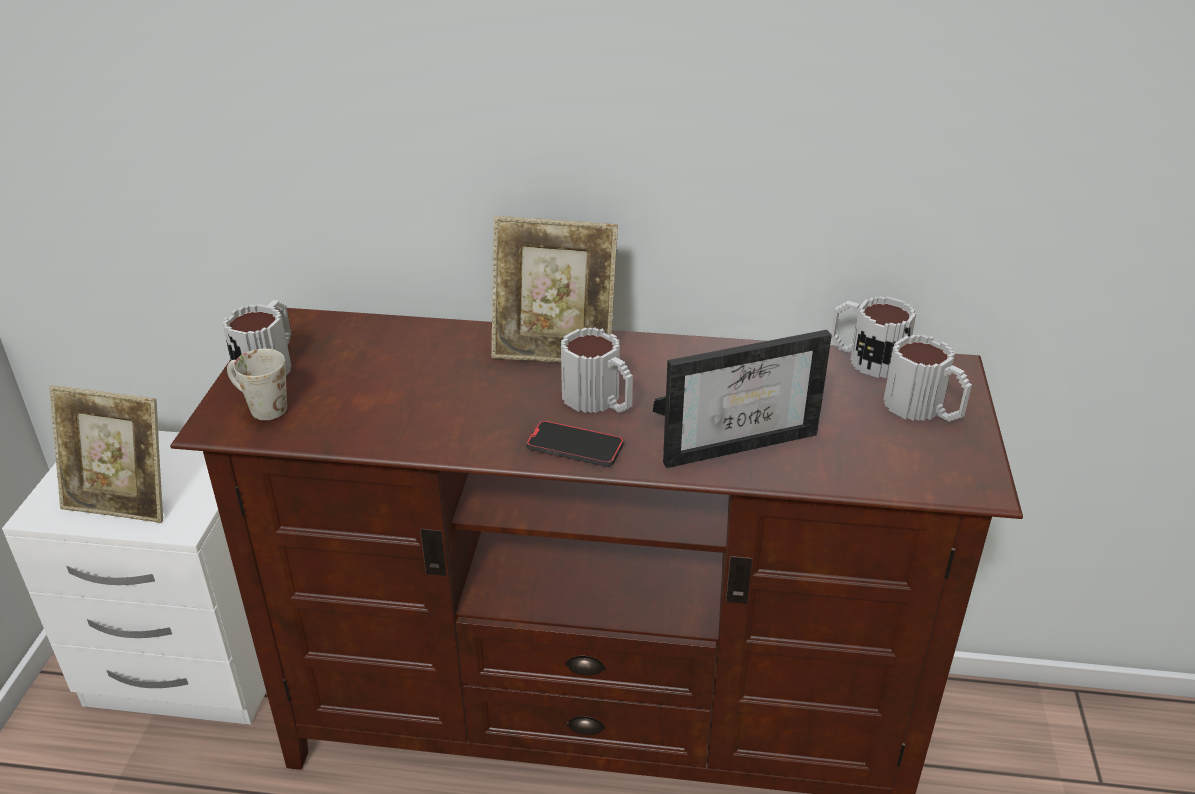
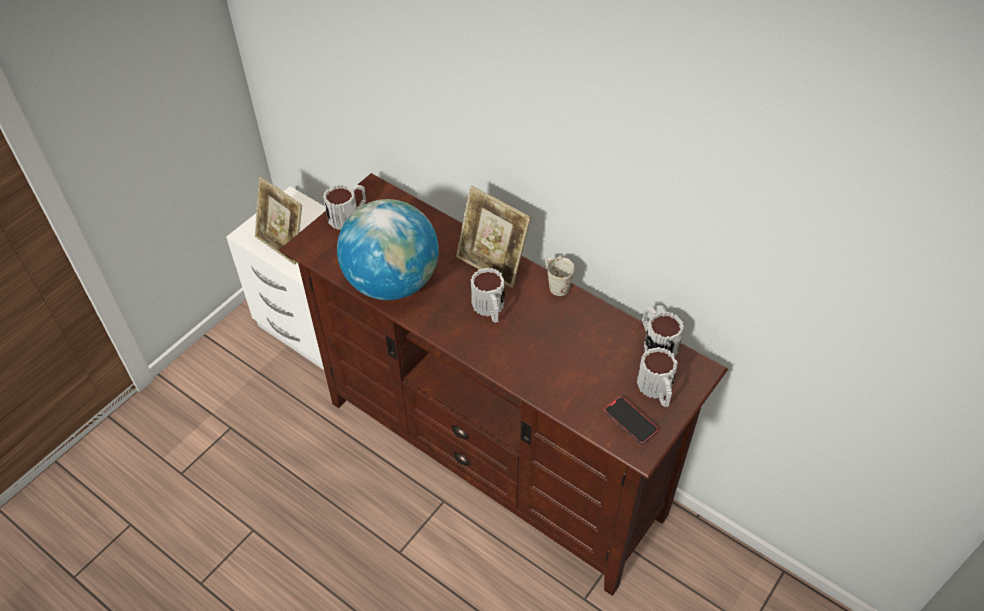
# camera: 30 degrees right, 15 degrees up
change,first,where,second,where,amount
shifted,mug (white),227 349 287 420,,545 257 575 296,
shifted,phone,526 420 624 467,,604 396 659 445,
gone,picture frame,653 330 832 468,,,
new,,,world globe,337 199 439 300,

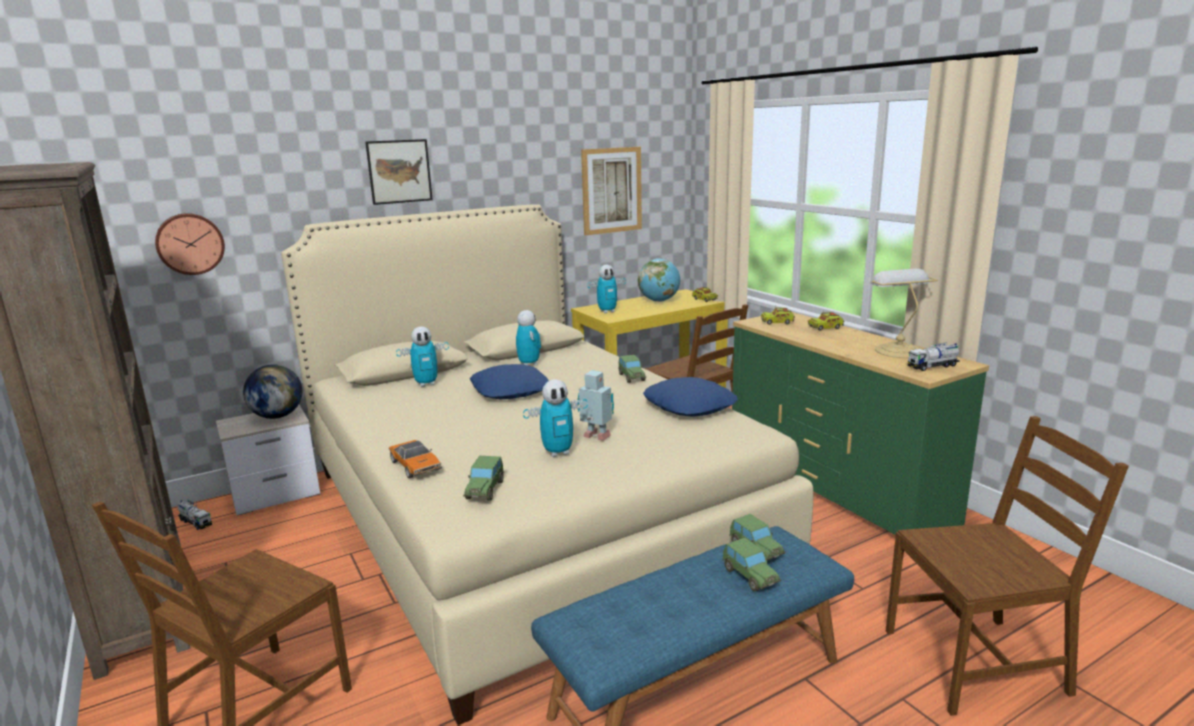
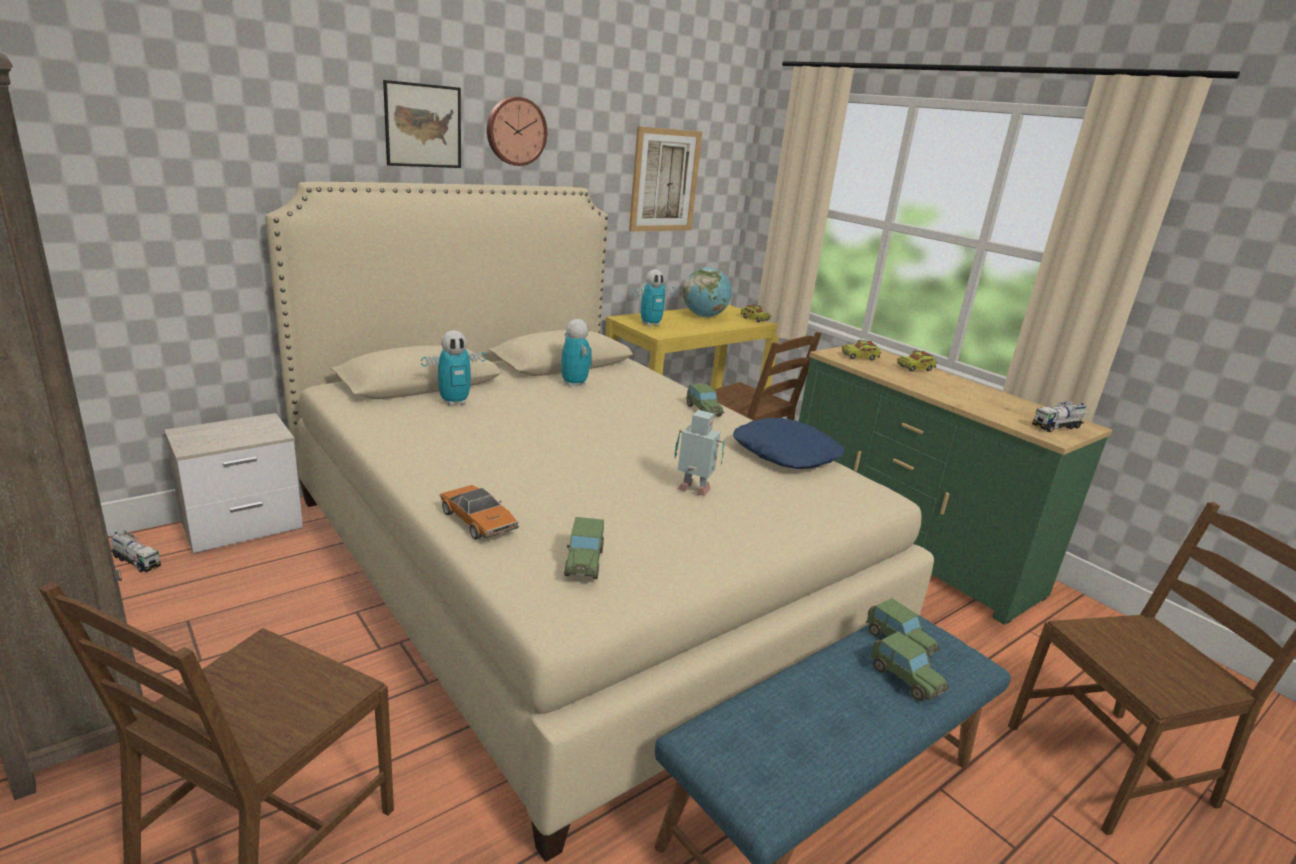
# camera: 10 degrees left, 5 degrees up
change,first,where,second,where,amount
shifted,hanging clock,155 213 225 275,,487 97 547 166,
gone,world globe,243 365 302 419,,,
gone,cushion (blue),470 364 549 399,,,
gone,robot figure,523 379 588 457,,,
gone,table lamp,869 269 938 358,,,

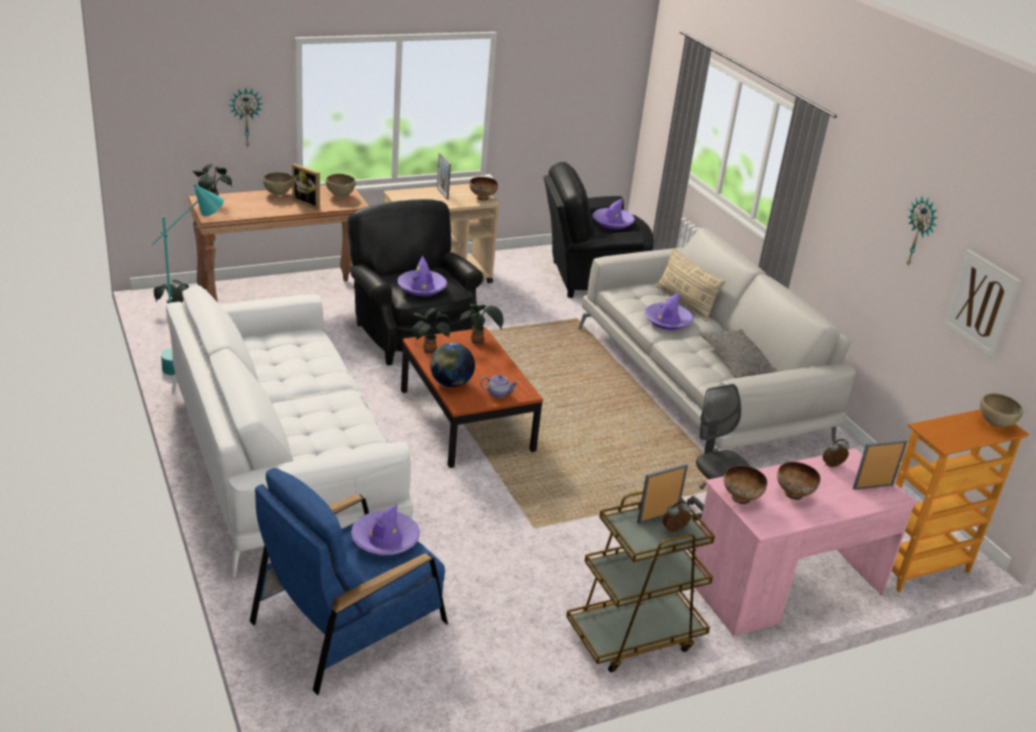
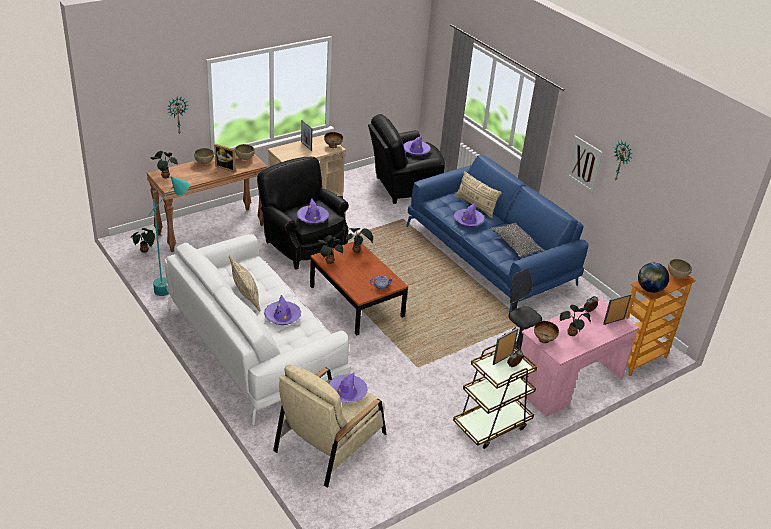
# camera: 10 degrees left, 5 degrees up
change,first,where,second,where,amount
repainted,armchair (blue),250 468 448 695,armchair (beige),273 364 386 488,
shifted,world globe,430 343 475 387,,638 263 669 293,
repainted,couch (white),578 228 856 452,couch (blue),406 155 589 313,
swapped,serving bowl,777 462 821 500,houseplant,560 305 591 336,
shifted,wall art,943 250 1021 358,,566 135 603 193,
new,,,cushion (beige),229 255 261 312,
new,,,wearable hat (purple-coloured),264 295 301 325,

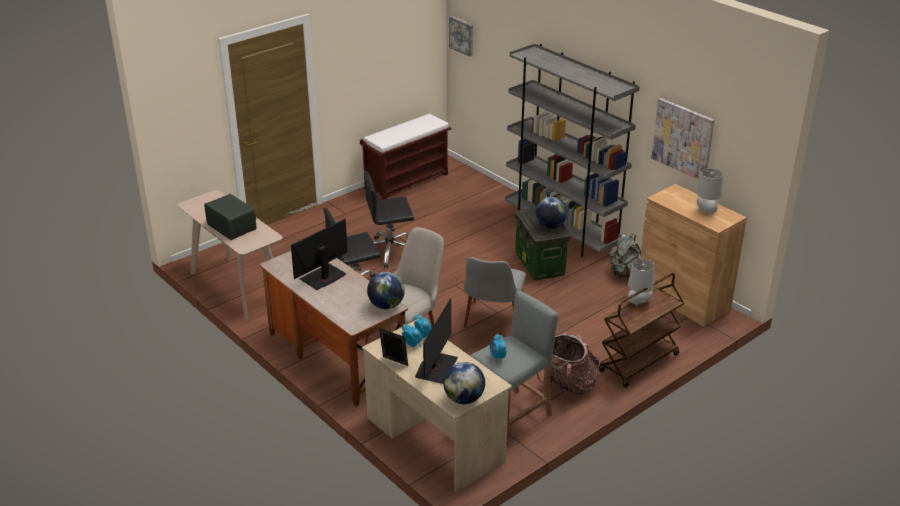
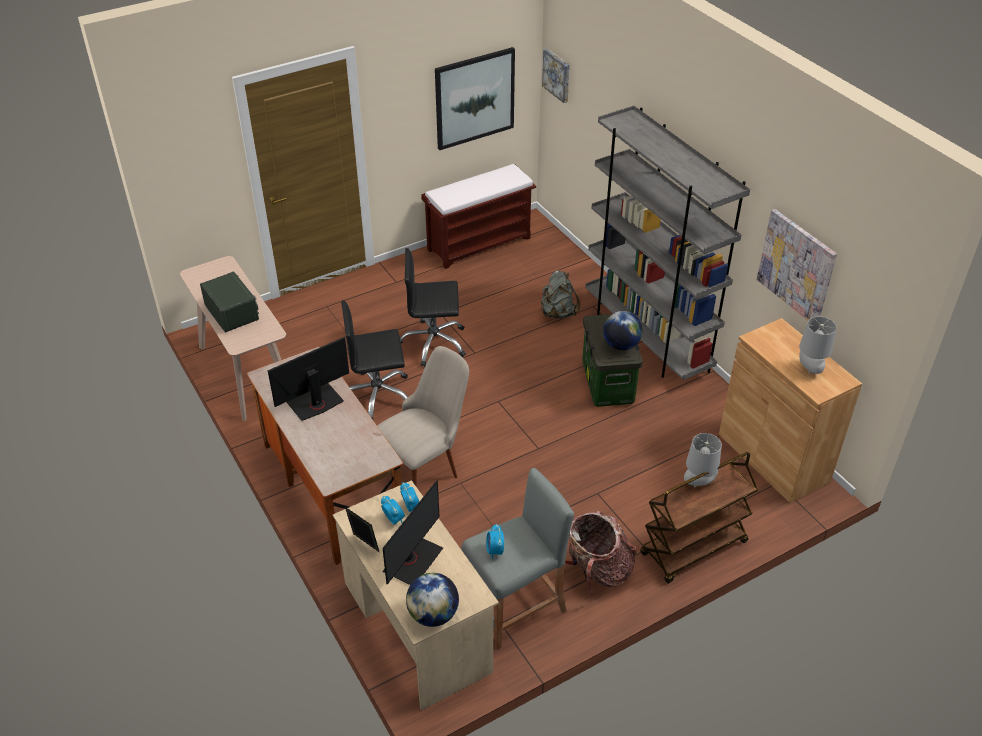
# camera: 10 degrees right, 10 degrees up
change,first,where,second,where,amount
gone,world globe,367 272 405 309,,,
gone,chair (gray),464 257 526 328,,,
shifted,rucksack (gray),609 234 641 278,,541 270 580 319,
new,,,wall art,435 47 515 150,

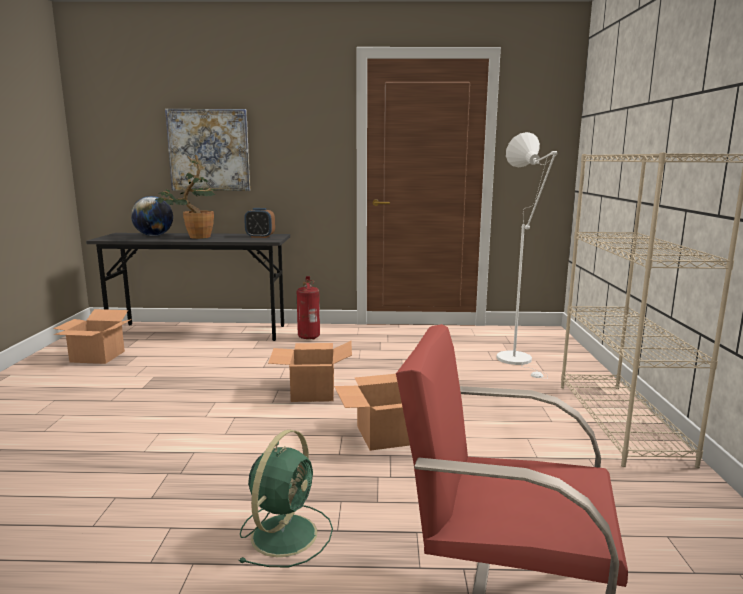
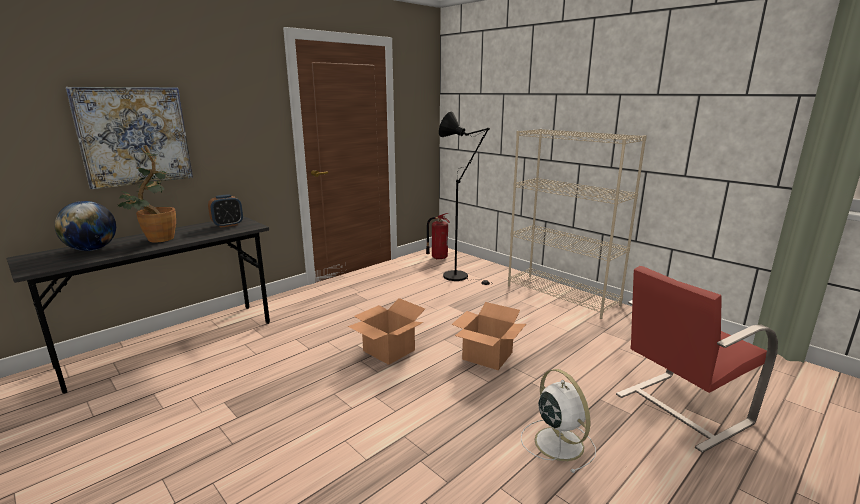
# camera: 45 degrees left, 5 degrees up
change,first,where,second,where,amount
gone,carton,53 309 132 364,,,
repainted,fan (green),238 430 333 567,fan (white),521 369 596 473,
shifted,fire-fighting cylinder,297 276 320 340,,426 213 450 260,
repainted,standing lamp (white),496 132 558 379,standing lamp (black-coloured),439 112 493 285,

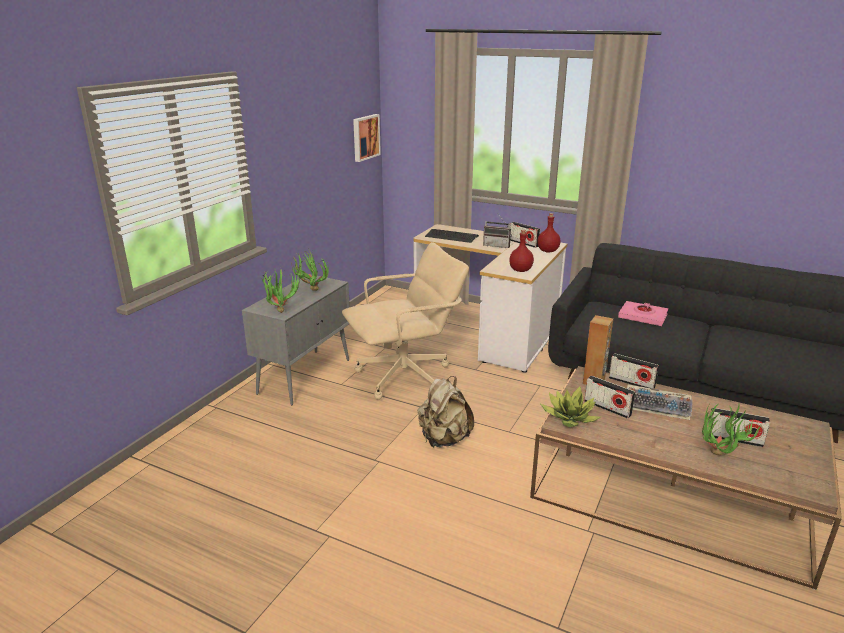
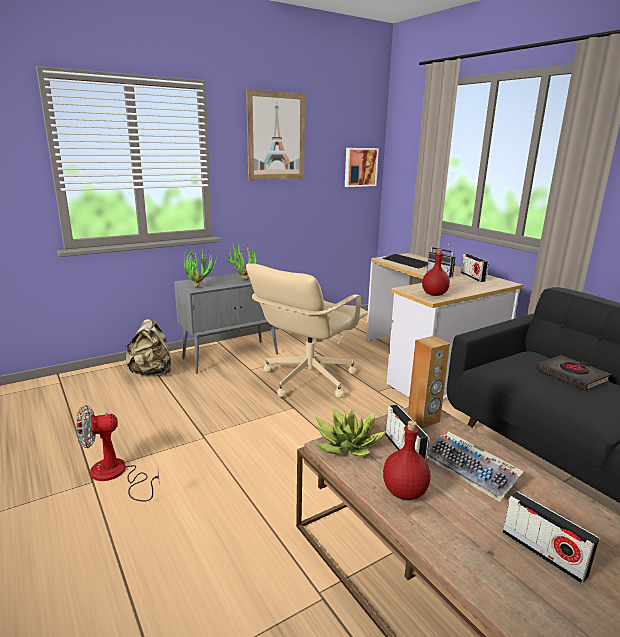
# camera: 30 degrees right, 5 degrees down
change,first,where,second,where,amount
rotated,office chair (beige),342 242 469 400,,246 263 367 398,120 degrees clockwise
shifted,rucksack (beige),418 376 474 447,,125 318 171 375,
shifted,bottle (reddish),537 213 560 253,,383 421 430 500,
gone,radio set,609 353 659 388,,,
repainted,book (pinkish),618 301 668 326,book (black-coloured),536 355 611 391,
gone,houseplant,702 404 761 455,,,
new,,,fan,76 405 159 502,
new,,,wall art,246 89 305 181,

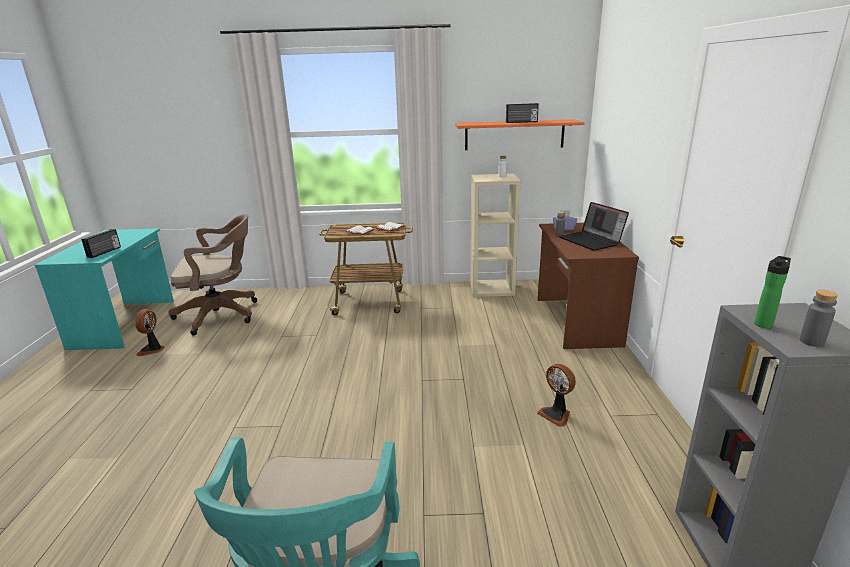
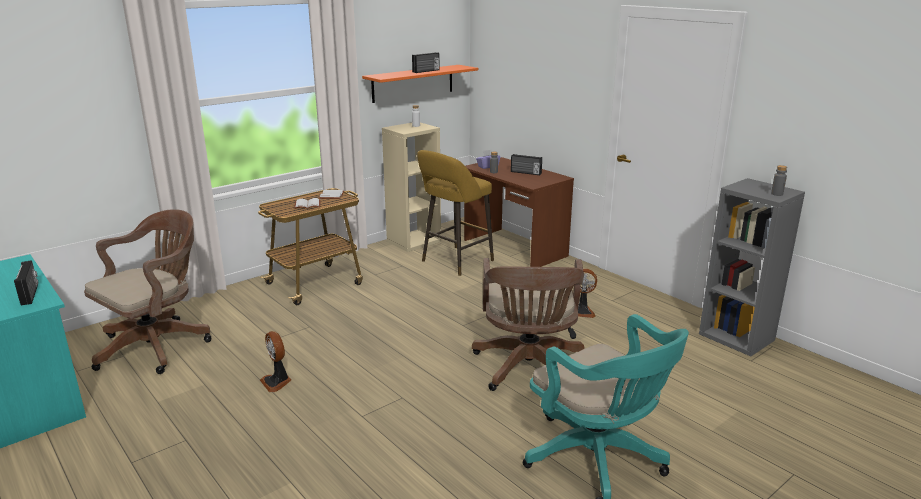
# camera: 40 degrees left, 0 degrees up
change,first,where,second,where,amount
shifted,fan,135 309 165 356,,260 331 292 392,
swapped,notebook computer,559 202 629 251,radio set,511 154 542 175,
gone,bottle,754 256 791 328,,,
new,,,stool (yellowish),417 150 494 276,
new,,,office chair (brownish),472 258 584 391,

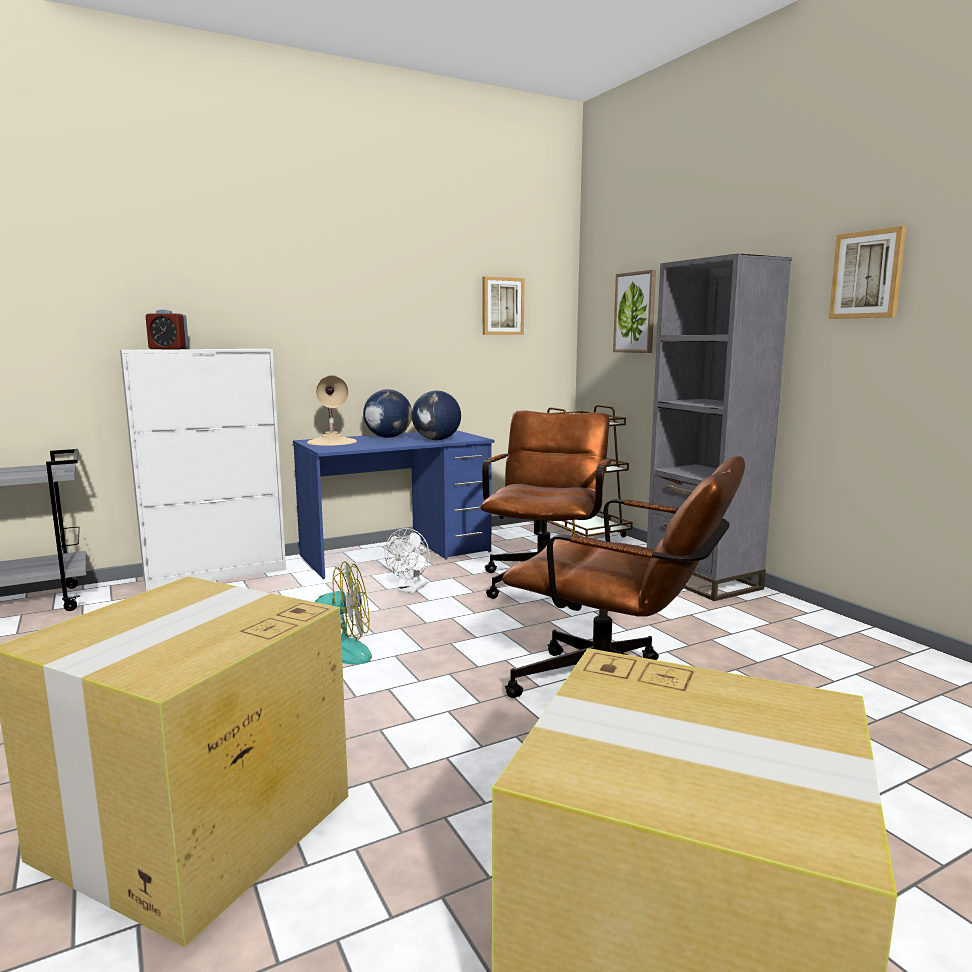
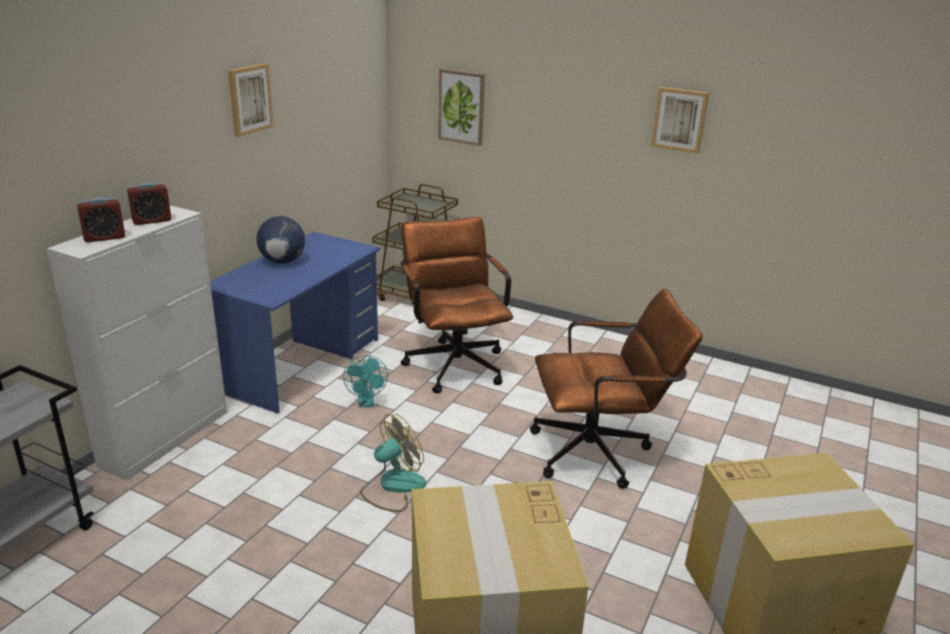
# camera: 35 degrees left, 15 degrees up
change,first,where,second,where,amount
gone,table lamp (beige),307 375 357 446,,,
repainted,fan (white),385 528 430 593,fan (turquoise-coloured),343 355 388 407,
gone,world globe,412 391 461 440,,,
shifted,wall art,483 277 525 335,,228 63 274 137,
gone,shelving unit (gray),647 253 792 601,,,
new,,,alarm clock,127 182 171 225,

